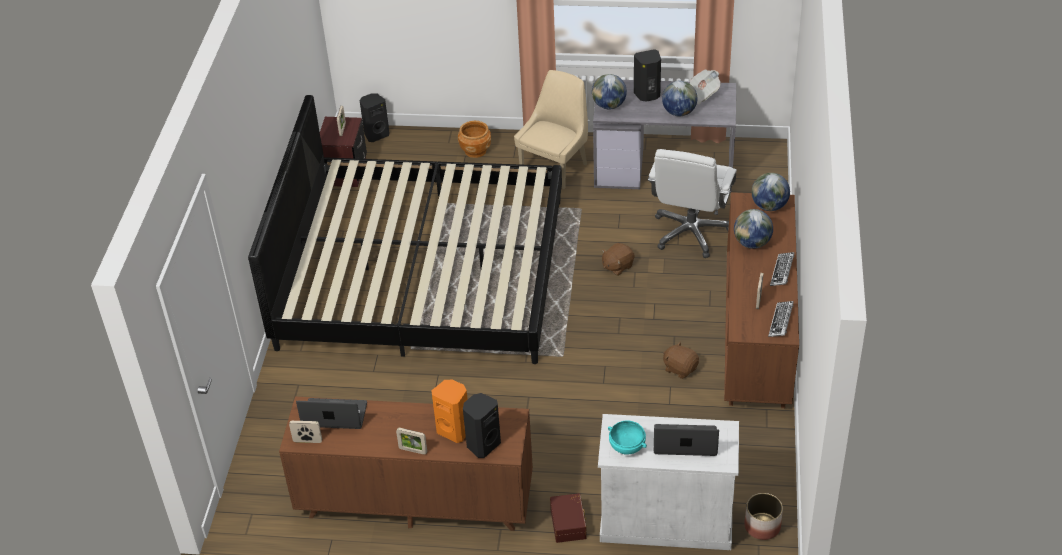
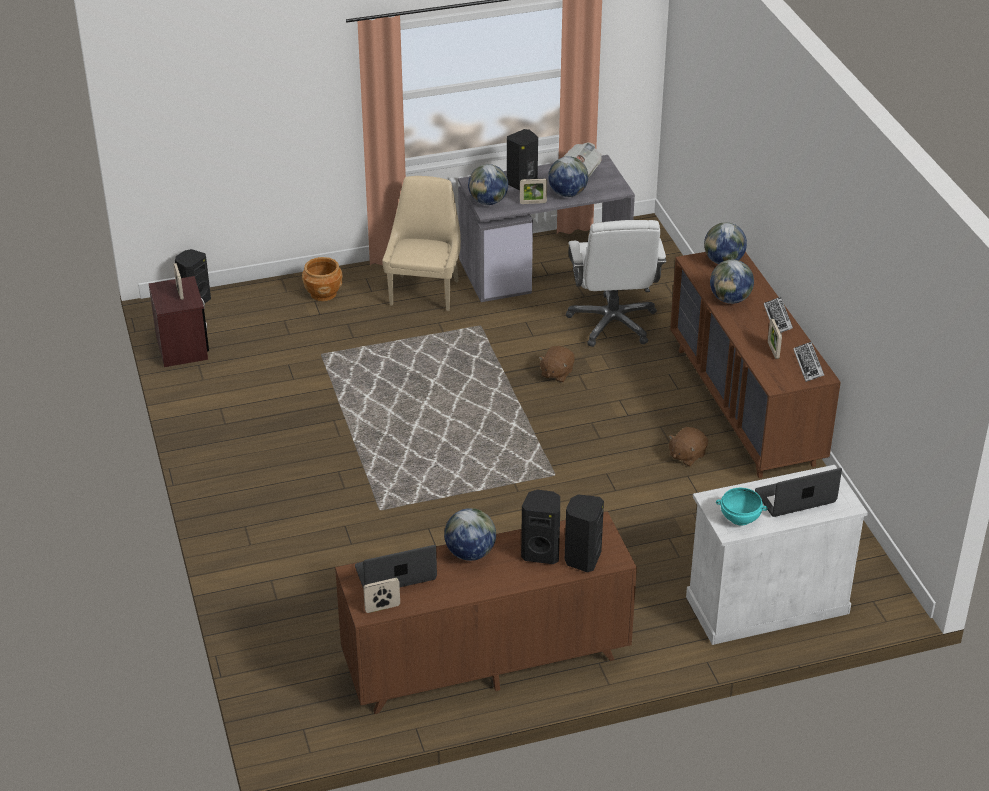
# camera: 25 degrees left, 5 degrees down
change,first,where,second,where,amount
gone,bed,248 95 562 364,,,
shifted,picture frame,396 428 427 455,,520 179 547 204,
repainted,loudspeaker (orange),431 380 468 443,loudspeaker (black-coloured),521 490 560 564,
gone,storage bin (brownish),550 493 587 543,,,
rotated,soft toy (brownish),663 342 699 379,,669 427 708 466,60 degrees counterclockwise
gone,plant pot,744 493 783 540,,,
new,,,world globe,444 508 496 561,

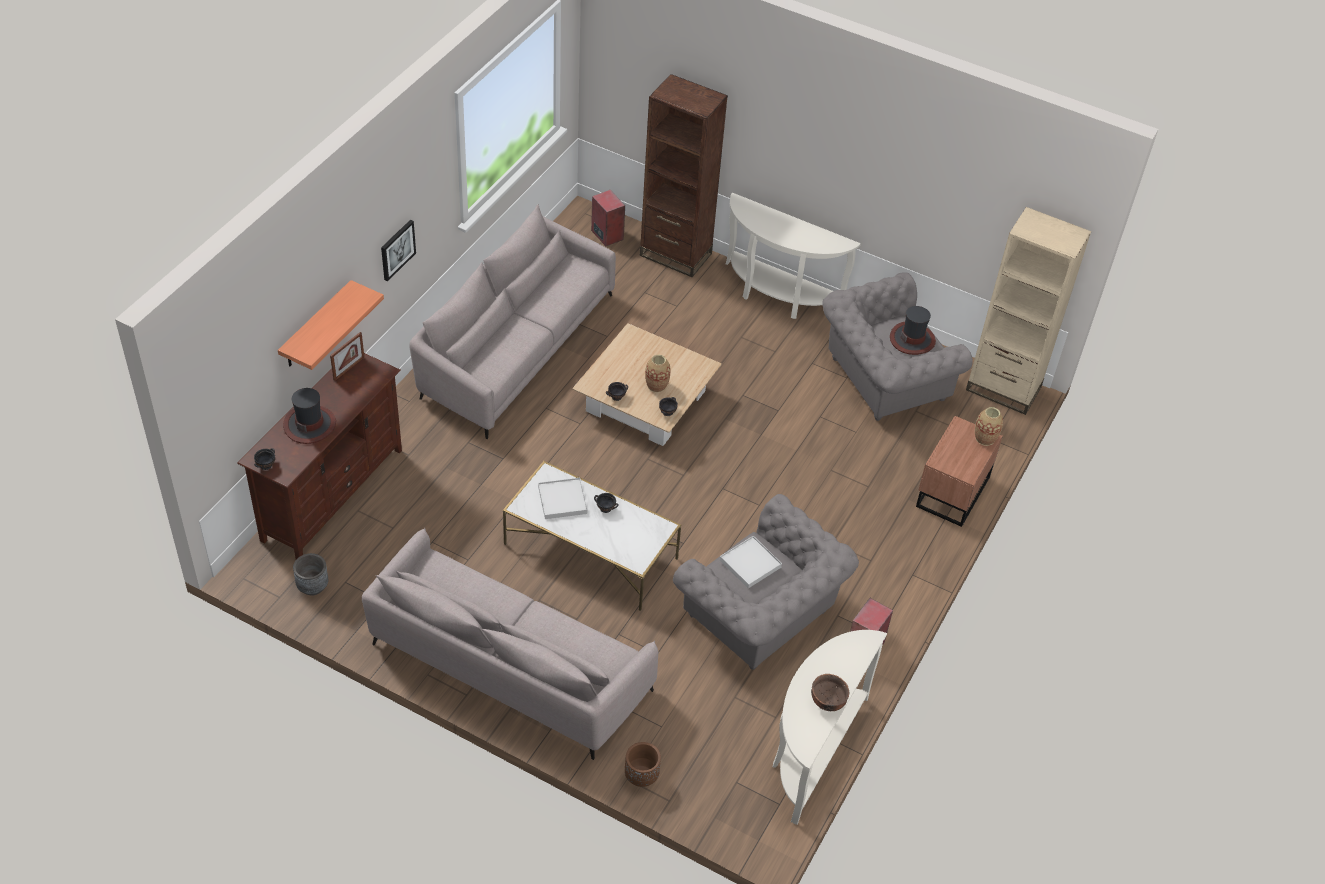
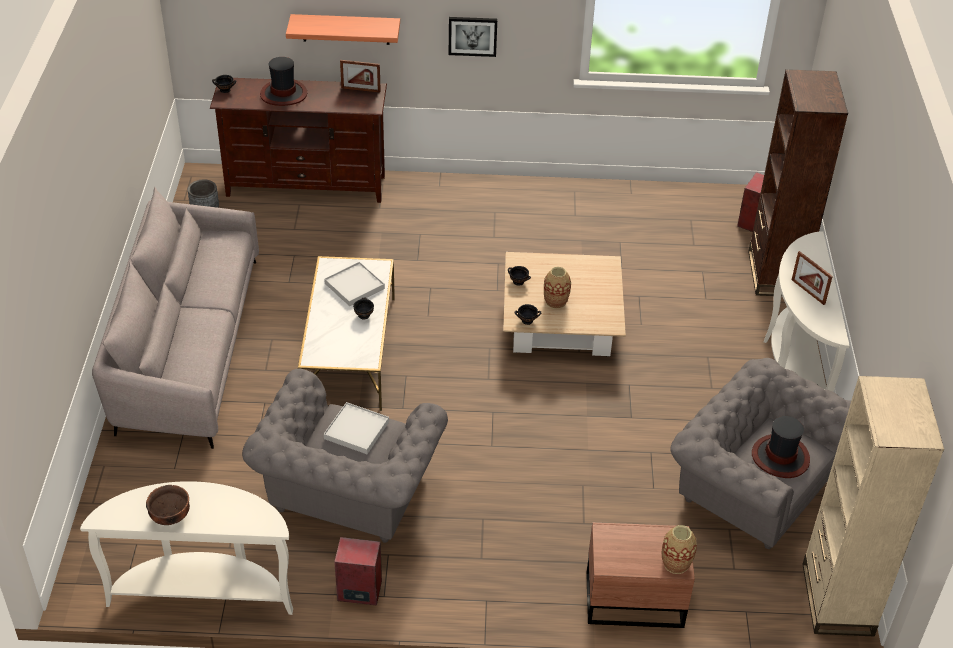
# camera: 65 degrees right, 5 degrees down
change,first,where,second,where,amount
gone,couch (gray),409 204 616 439,,,
gone,plant pot (brownish),625 742 661 787,,,
new,,,picture frame,792 251 833 305,

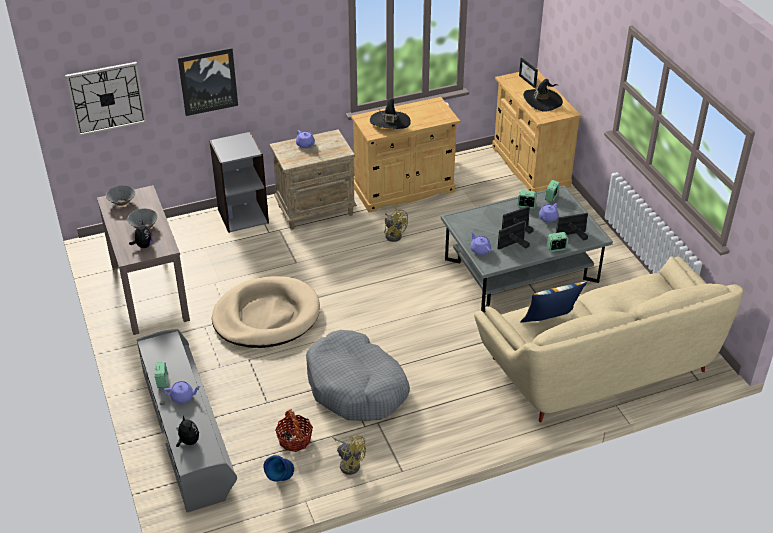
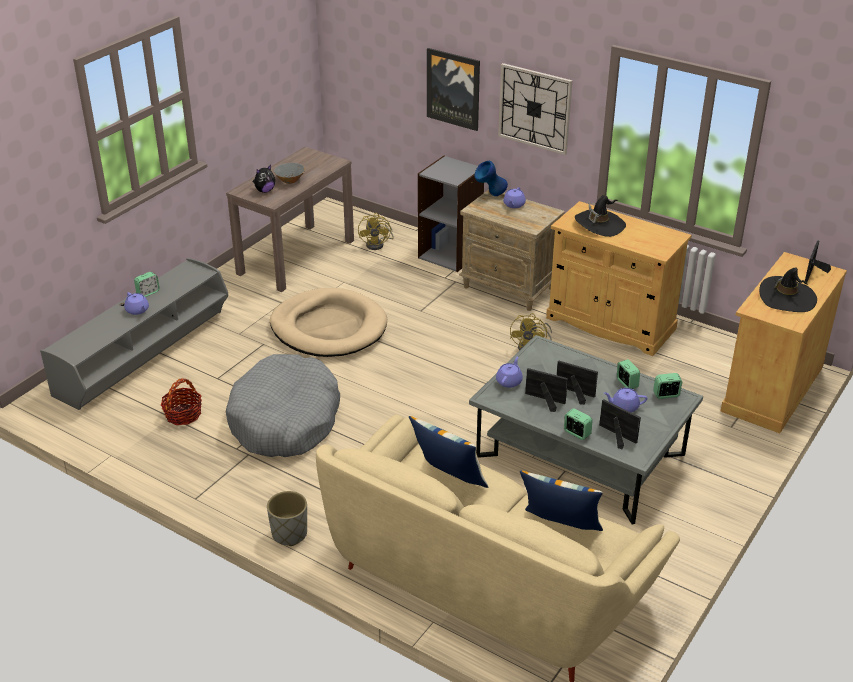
# camera: 55 degrees right, 5 degrees down
change,first,where,second,where,amount
shifted,hanging clock,65 62 147 136,,498 63 572 155,
gone,serving bowl (gray),106 185 135 206,,,
gone,soft toy,176 415 199 447,,,
shifted,decorative vase (blue),264 455 294 482,,474 161 508 196,
shifted,fan (yellowish),332 435 366 475,,358 213 394 250,
new,,,plant pot (gray),267 491 307 546,
new,,,cushion,520 470 603 531,

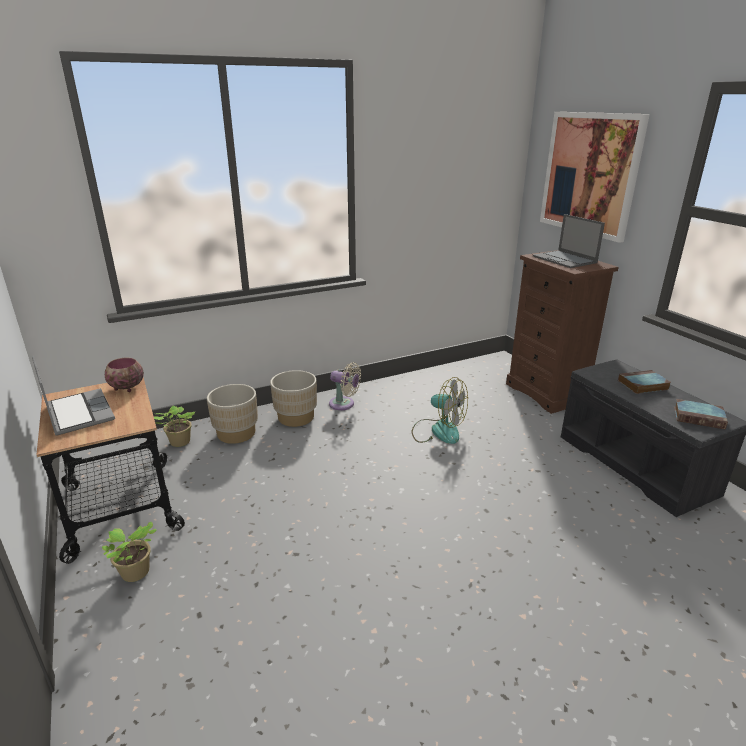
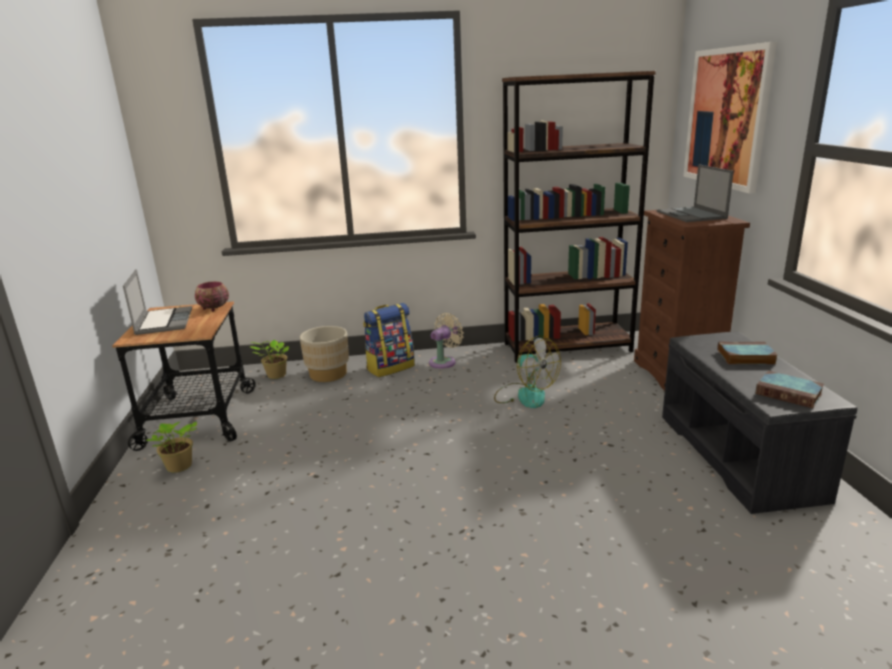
# camera: 20 degrees right, 5 degrees down
change,first,where,second,where,amount
swapped,plant pot (beige),270 370 317 427,rucksack,363 303 415 377,
rotated,fan (beige),329 362 361 410,,429 313 464 369,90 degrees counterclockwise
new,,,shelving unit (brownish),502 71 656 363,

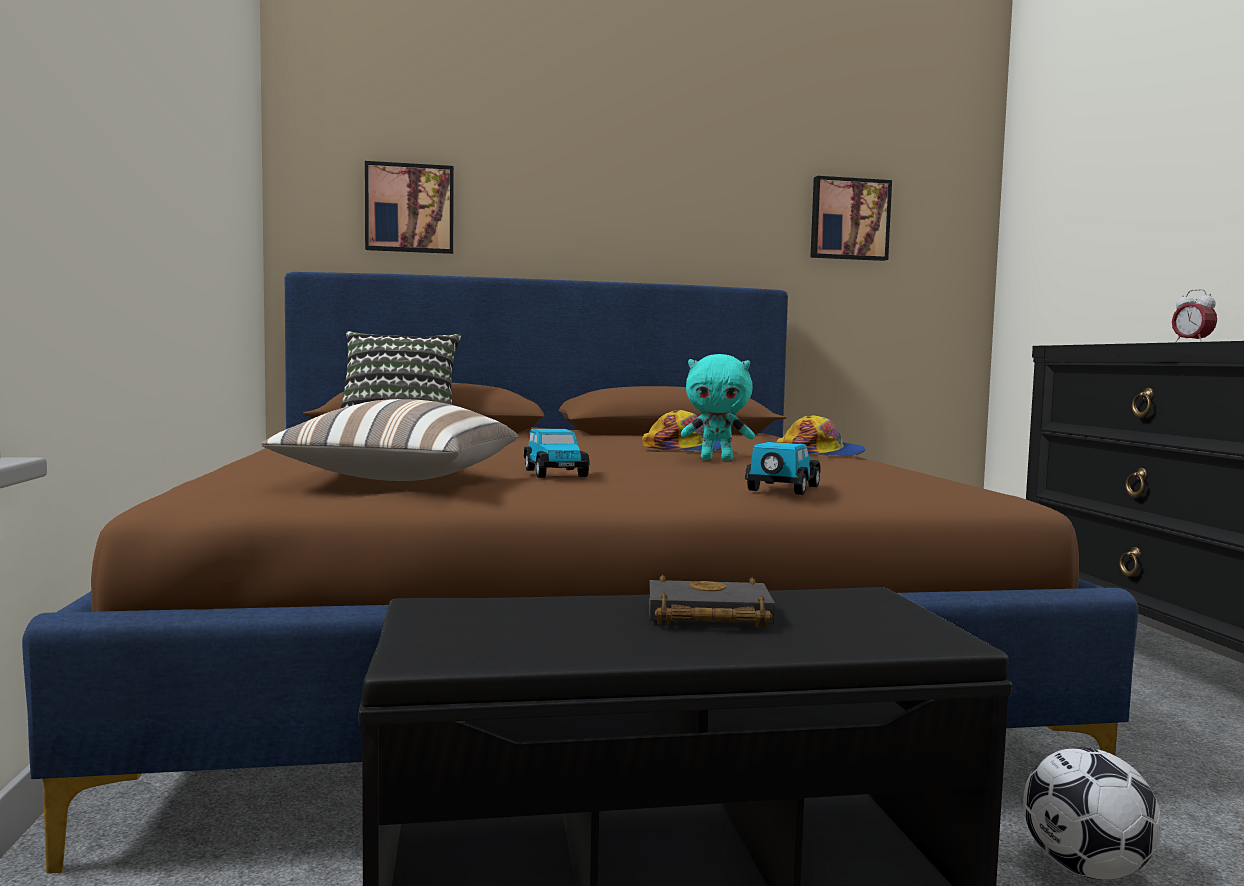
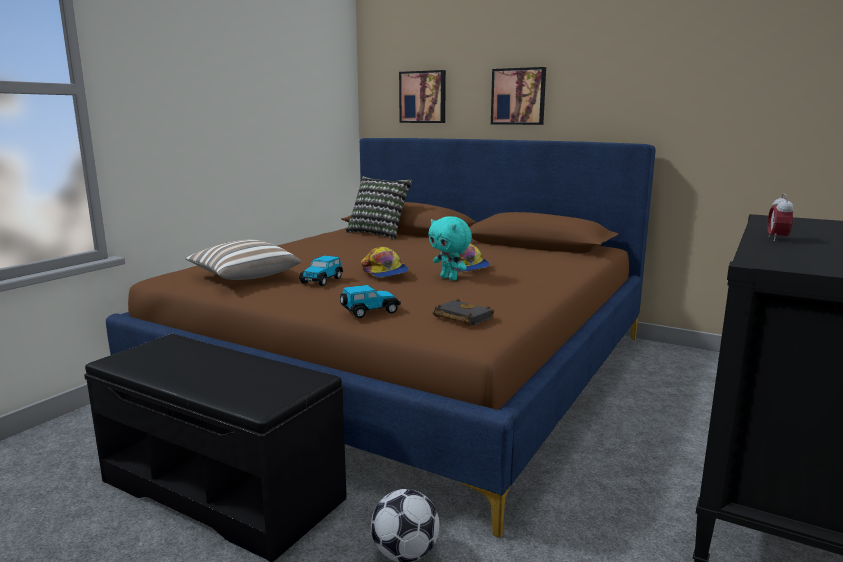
# camera: 40 degrees right, 10 degrees up
change,first,where,second,where,amount
shifted,book (black-coloured),649 574 775 627,,432 298 494 326,
shifted,cap,776 415 866 456,,361 247 409 278,
shifted,wall art,810 176 892 261,,491 67 546 125,

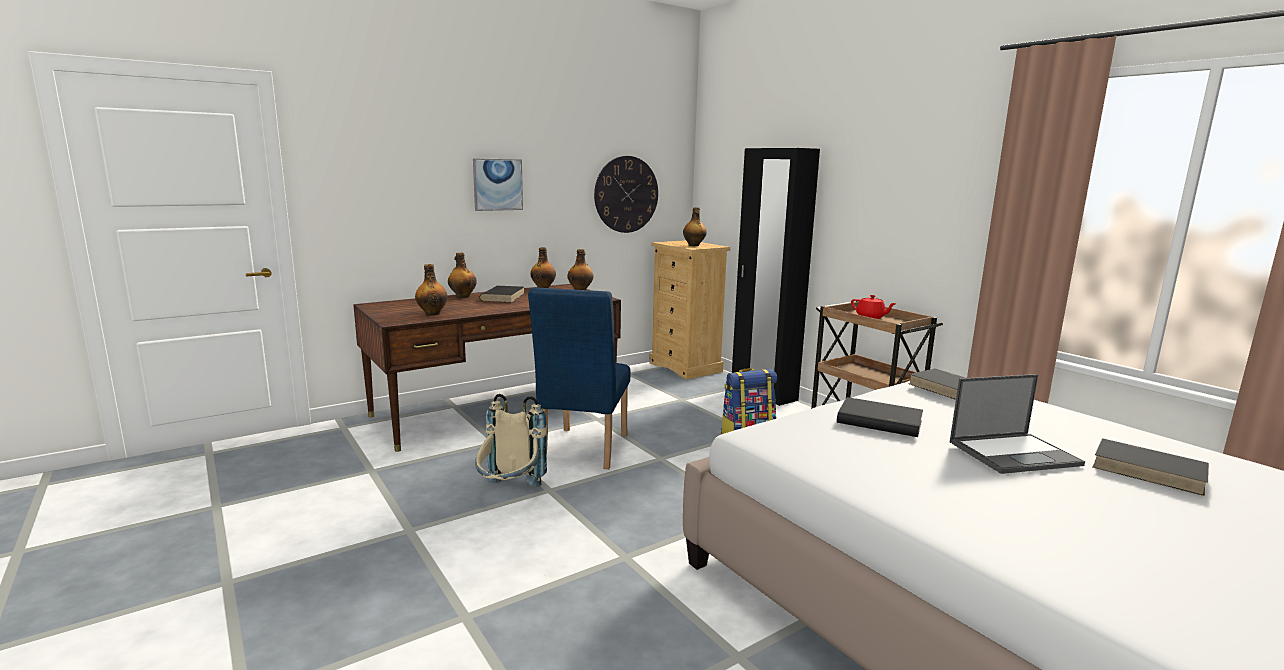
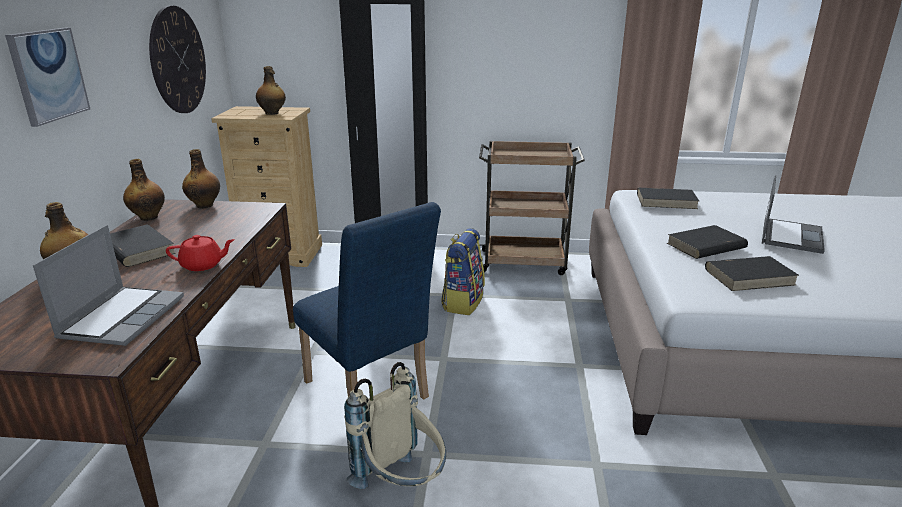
# camera: 50 degrees left, 10 degrees up
change,first,where,second,where,amount
swapped,bottle,415 264 448 316,notebook computer,33 225 184 346,
shifted,tea pot (reddish),851 295 897 319,,166 235 235 271,
shifted,book (black-coloured),1093 438 1209 496,,705 256 799 291,

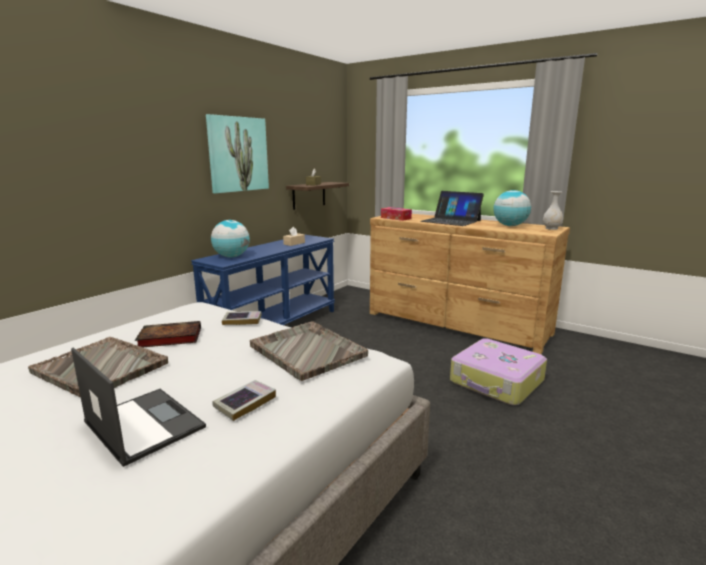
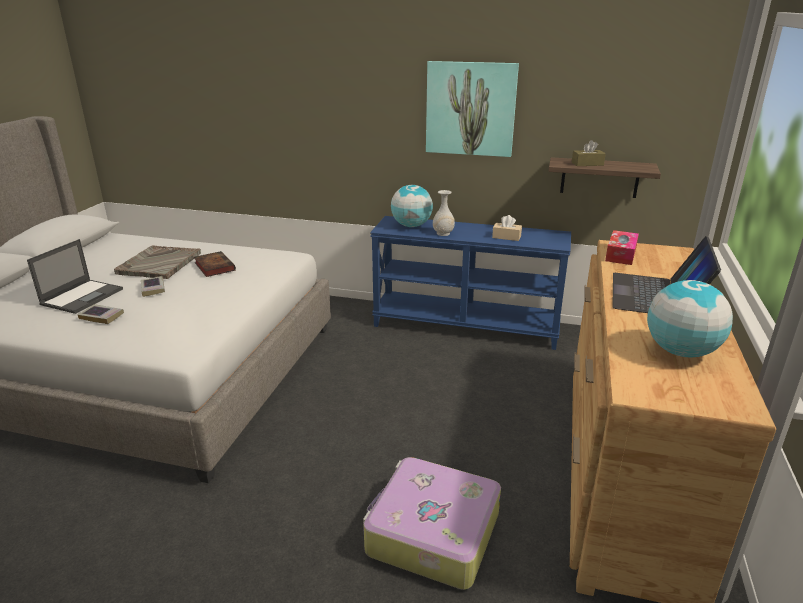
# camera: 70 degrees right, 10 degrees up
change,first,where,second,where,amount
shifted,book,222 311 262 325,,141 276 165 297,
gone,tray (gray),250 321 368 381,,,
shifted,decorative vase (white),543 191 563 230,,433 190 455 236,

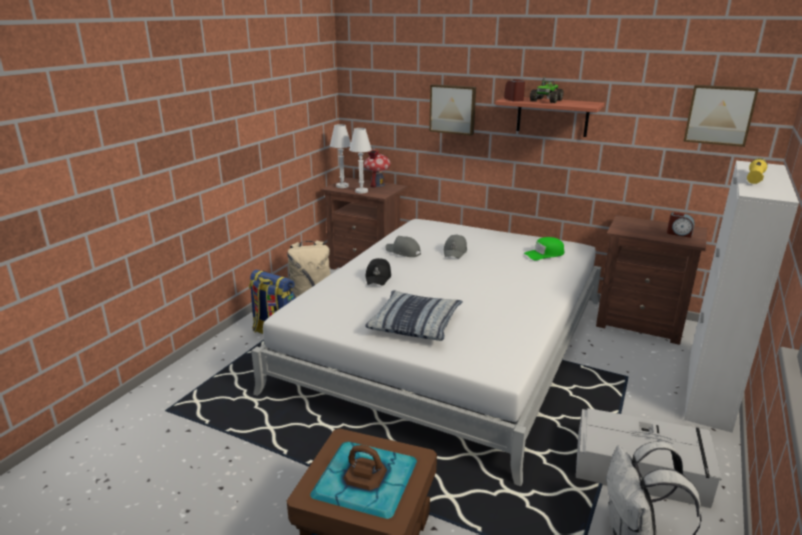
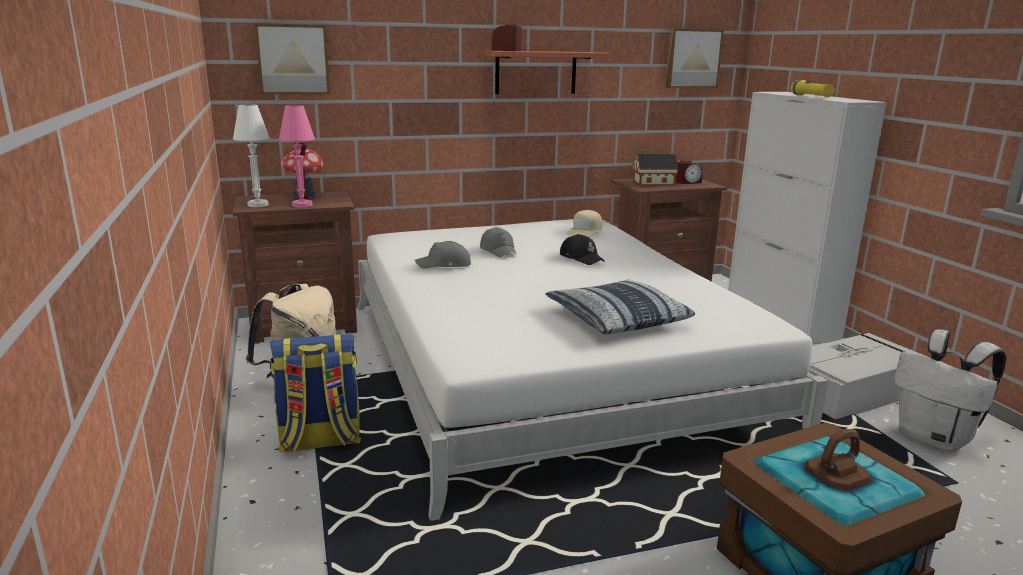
# camera: 45 degrees left, 5 degrees down
change,first,where,second,where,amount
repainted,table lamp (white),349 128 372 194,table lamp (pinkish),279 105 315 207,
shifted,cap (black-coloured),365 258 391 286,,560 234 604 265,
shifted,wall art,429 84 476 136,,254 23 330 95,
repainted,cap (green),524 237 564 260,cap (beige),566 210 602 238,
gone,toy lorry,530 77 564 103,,,
new,,,model house,632 150 679 186,

